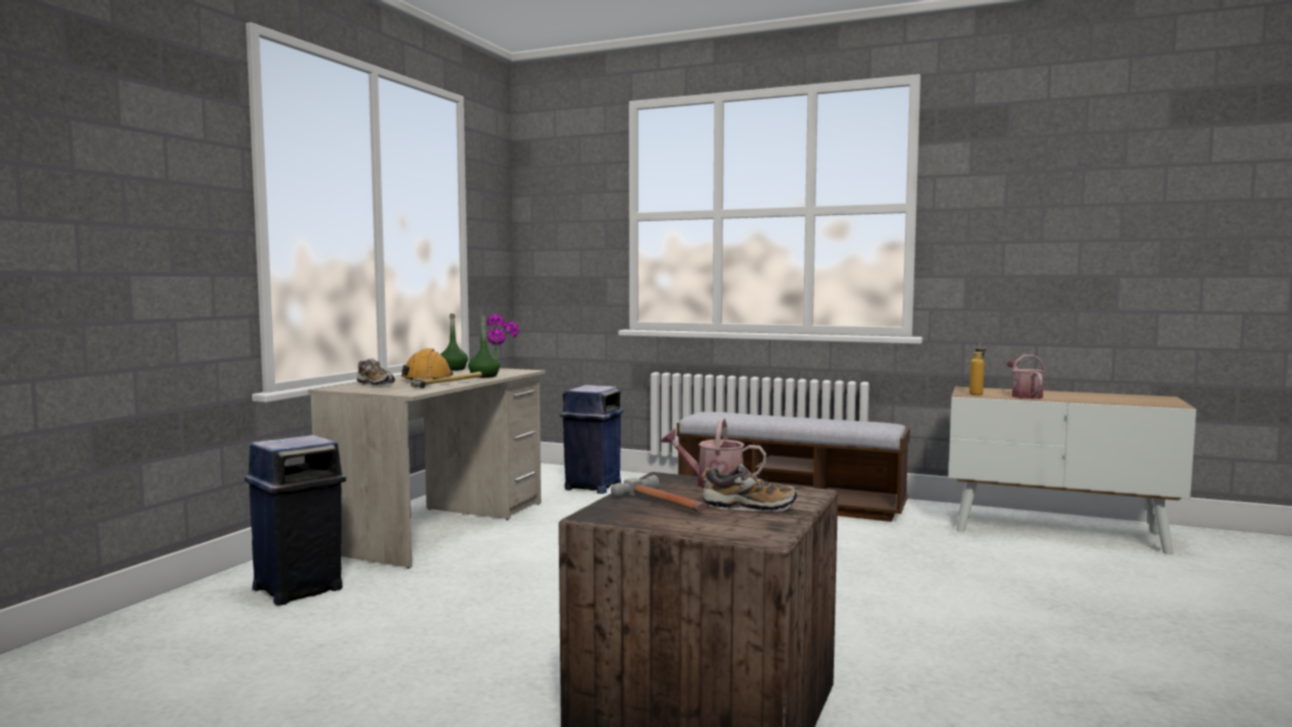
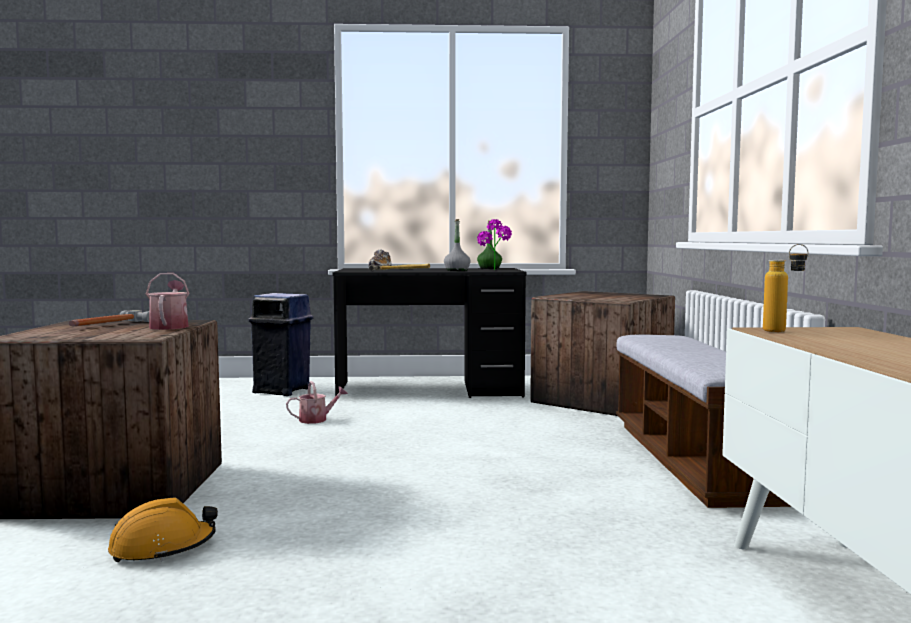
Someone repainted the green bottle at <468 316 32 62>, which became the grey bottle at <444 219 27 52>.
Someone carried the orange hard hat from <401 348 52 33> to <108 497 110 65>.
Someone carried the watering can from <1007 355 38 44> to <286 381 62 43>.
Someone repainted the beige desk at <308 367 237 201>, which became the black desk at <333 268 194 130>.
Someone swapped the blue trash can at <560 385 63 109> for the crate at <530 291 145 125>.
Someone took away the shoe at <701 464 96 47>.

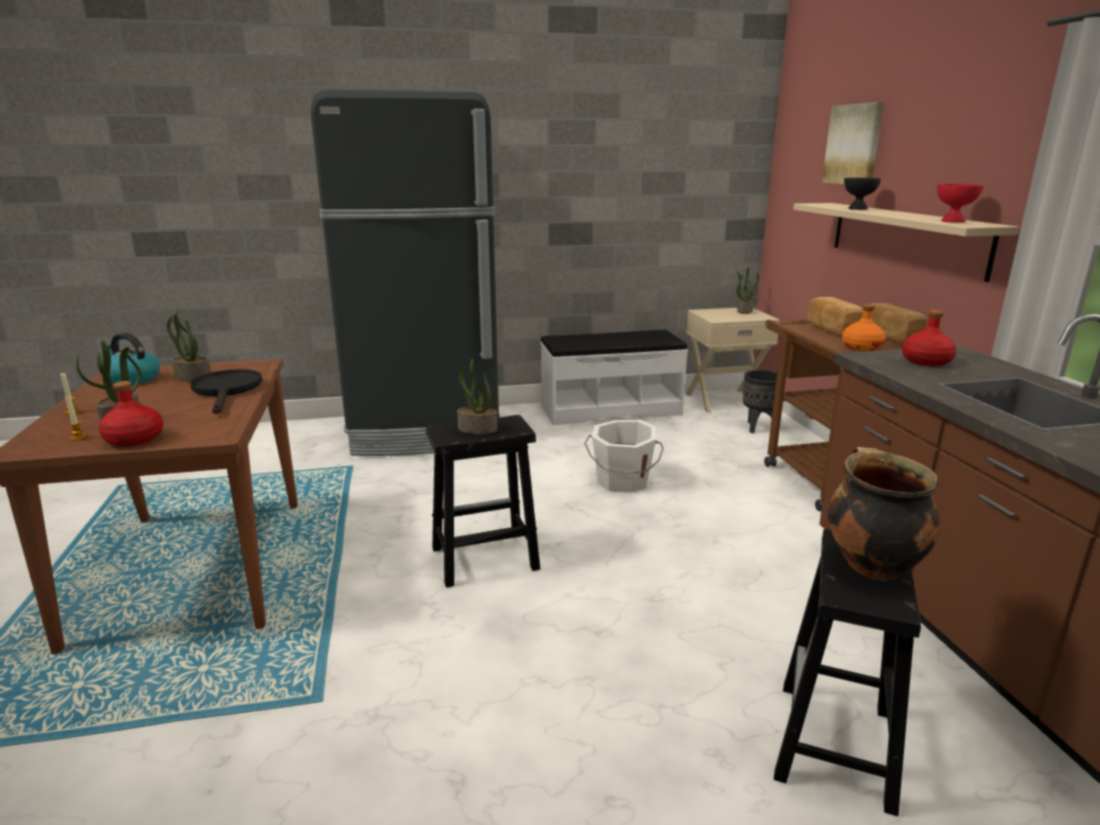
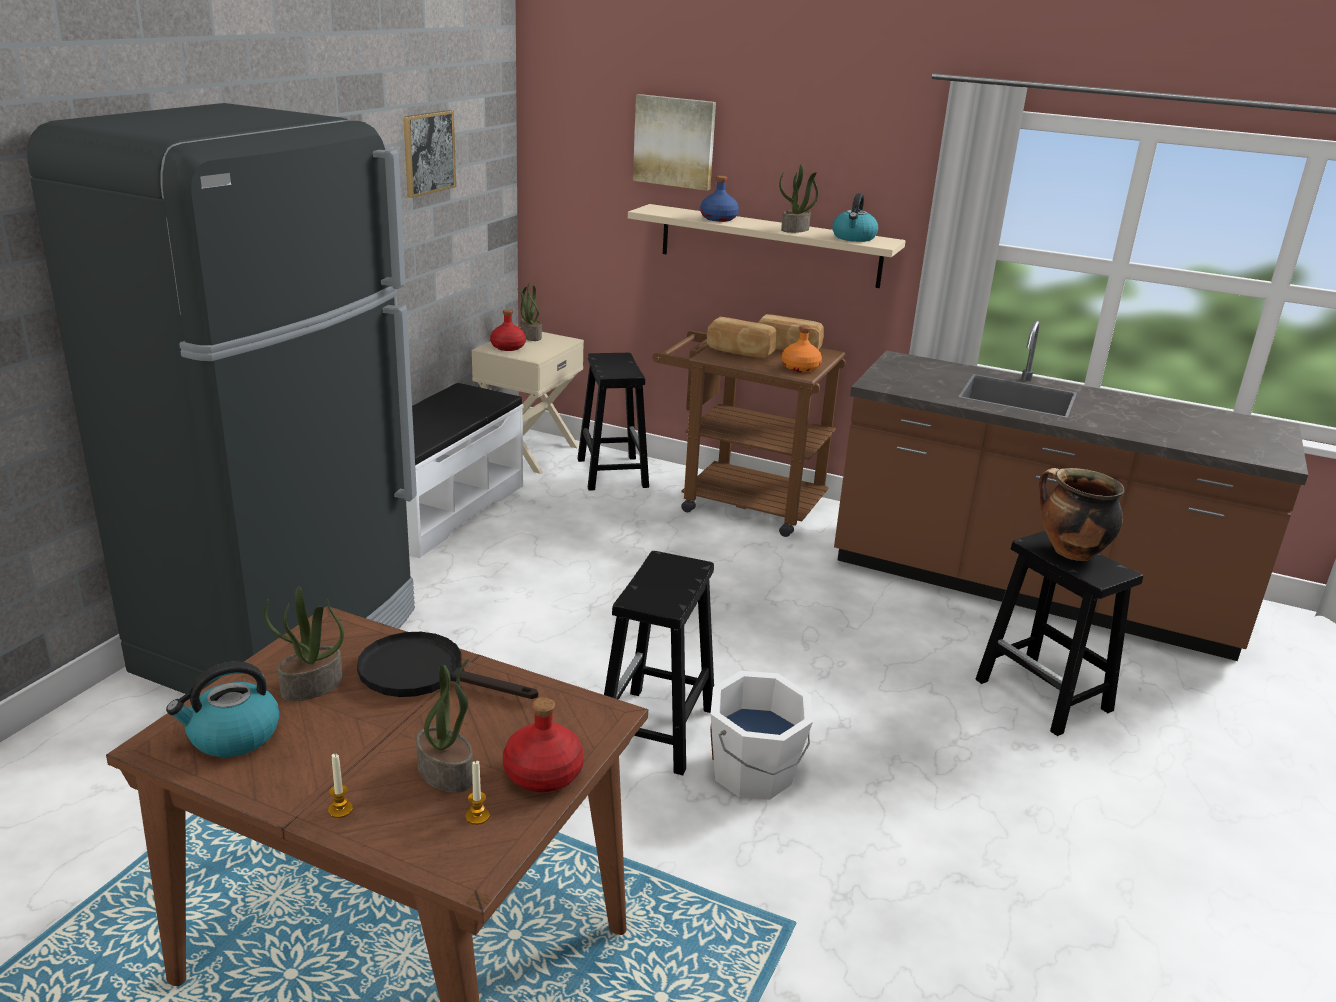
Someone swapped the black bowl at <844 178 37 32> for the blue bottle at <700 176 39 46>.
Someone swapped the red bowl at <937 184 47 39> for the kettle at <832 193 46 49>.
Someone carried the red bottle from <902 310 54 56> to <490 309 36 42>.
Someone carried the potted plant from <457 359 40 75> to <779 164 39 69>.
Someone swapped the black planter at <743 370 34 63> for the black stool at <577 353 72 138>.
Someone carried the white bucket from <584 419 79 74> to <710 671 103 129>.
Someone put up the picture at <403 110 53 88>.

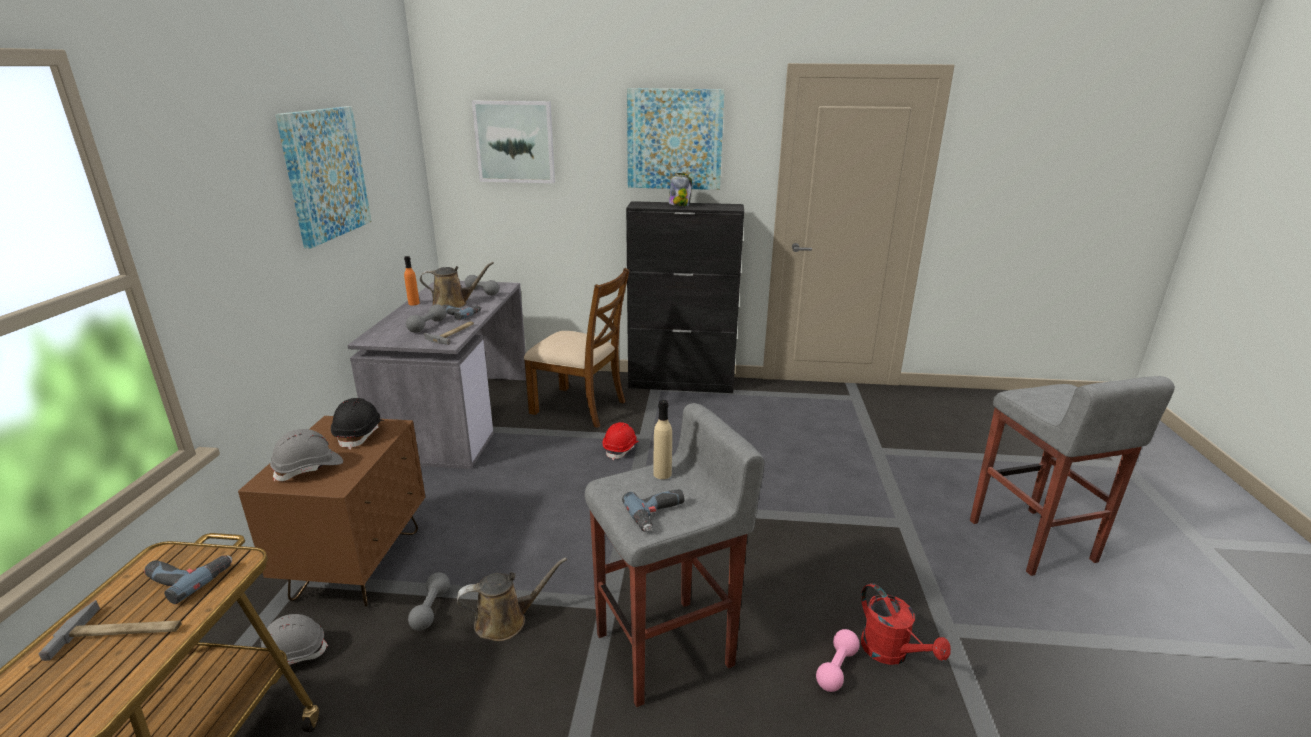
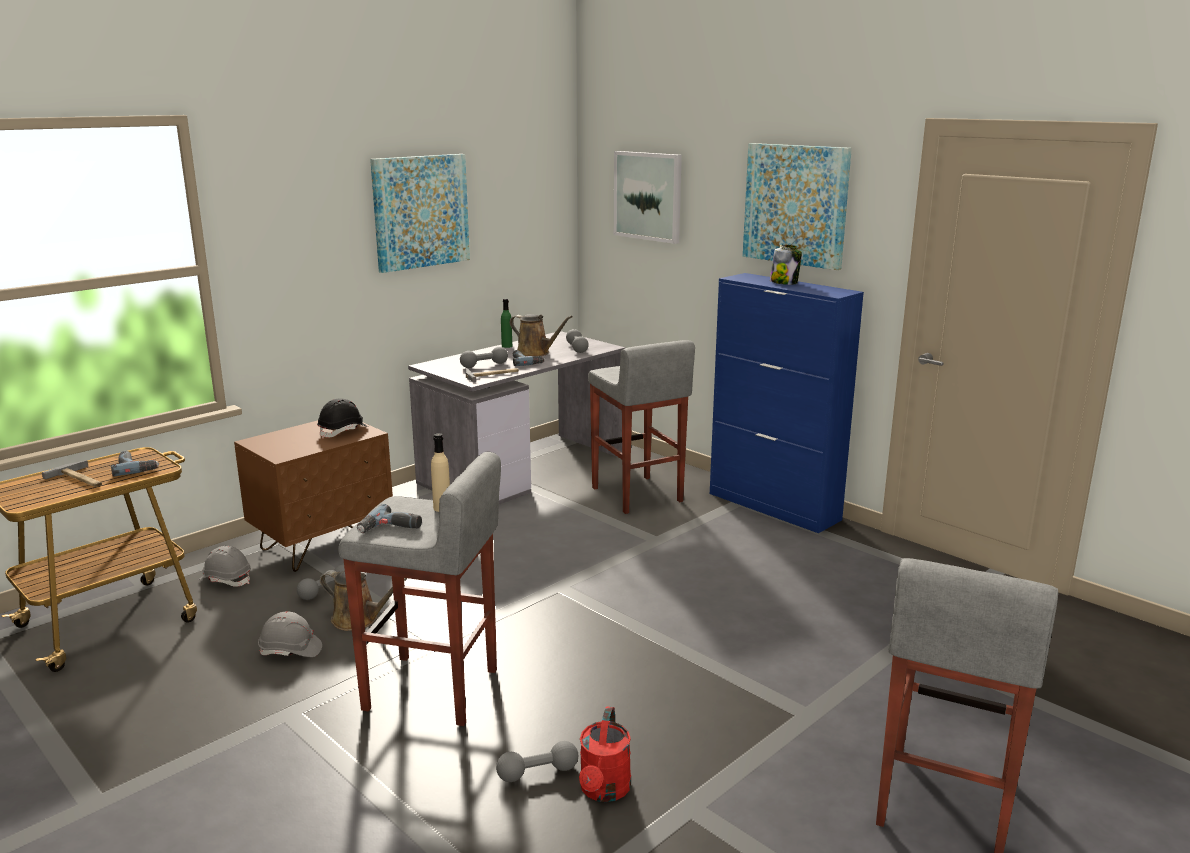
Someone repainted the black cabinet at <626 201 118 192>, which became the blue cabinet at <710 273 154 260>.
Someone repainted the orange bottle at <404 256 16 49>, which became the green bottle at <501 298 11 50>.
Someone swapped the brown chair at <524 268 106 160> for the grey stool at <588 340 107 174>.
Someone took away the red hard hat at <603 422 36 38>.
Someone carried the grey hard hat from <270 429 73 53> to <258 611 64 46>.
Someone repainted the pink dumbbell at <816 629 44 63>, which became the grey dumbbell at <496 741 82 41>.

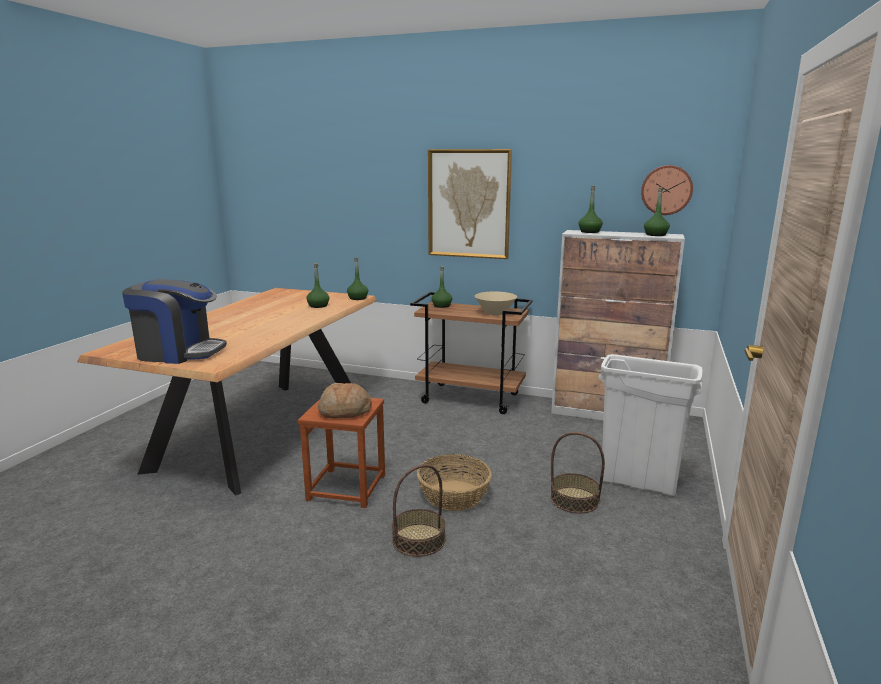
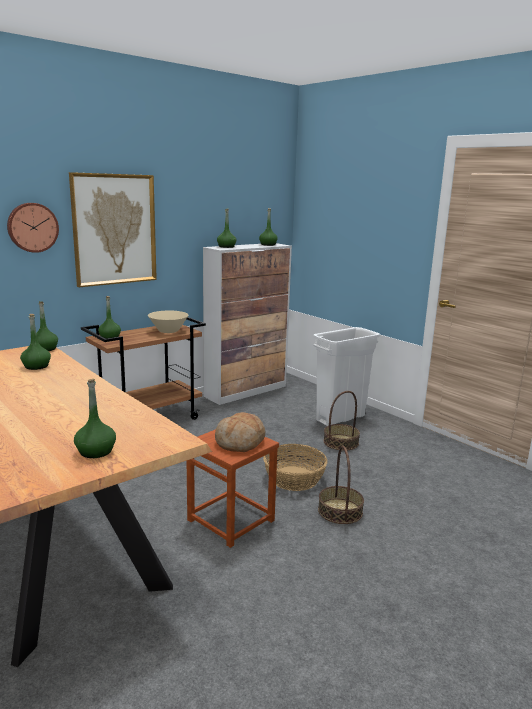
Someone carried the wall clock from <641 165 52 50> to <7 203 52 50>.
Someone swapped the coffee machine at <122 279 105 85> for the green bottle at <74 379 42 79>.

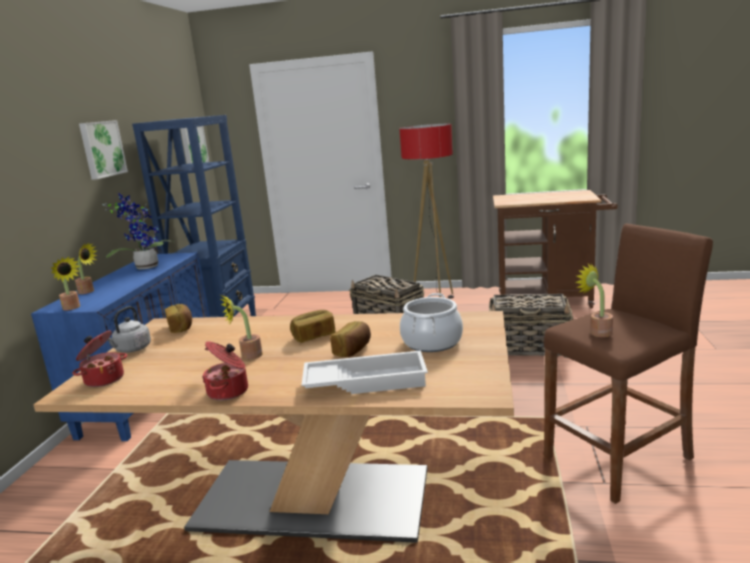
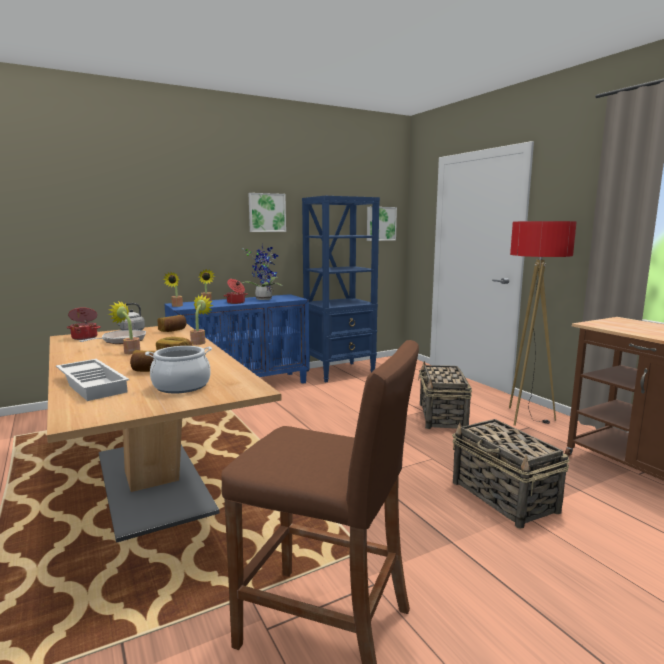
Someone carried the potted plant from <575 264 38 73> to <190 294 24 51>.
Someone carried the cooking pot from <202 341 46 60> to <224 279 24 25>.
Someone put down the frying pan at <79 330 67 14>.

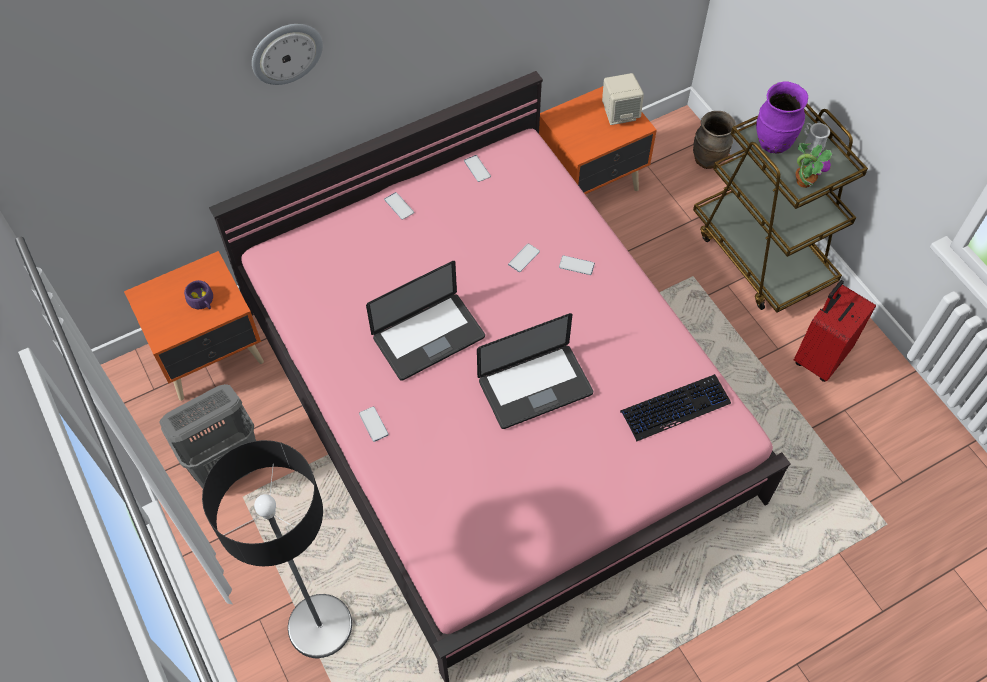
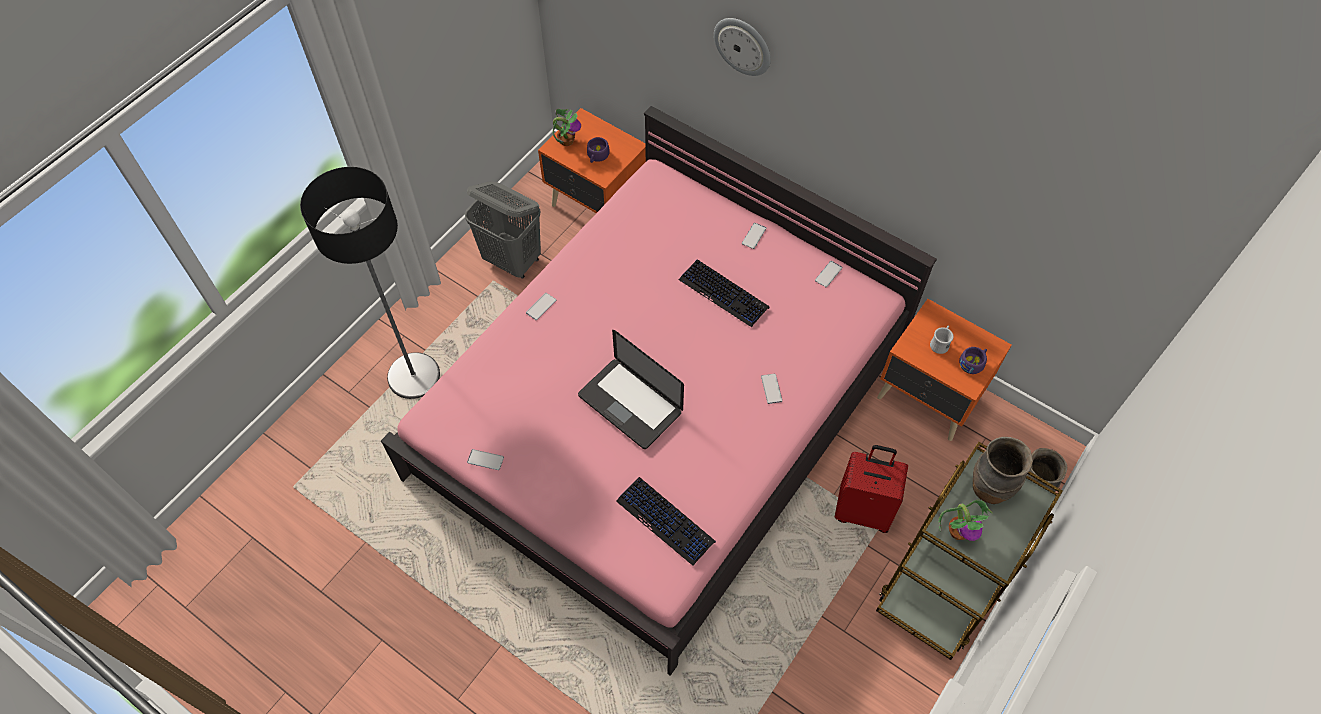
Someone swapped the beige speaker at <602 73 42 52> for the purple cup at <959 347 28 27>.
Someone repainted the purple vase at <756 81 52 72>, which became the brown vase at <973 437 60 67>.
Someone carried the white mug from <804 123 26 28> to <930 325 24 29>.
Someone carried the phone from <508 243 32 29> to <467 449 37 21>.
Someone took away the laptop at <366 261 119 120>.
Someone carried the red suitcase from <794 280 82 102> to <834 445 74 88>.
Someone put down the potted plant at <553 109 28 37>.
Someone put down the keyboard at <679 259 91 68>.

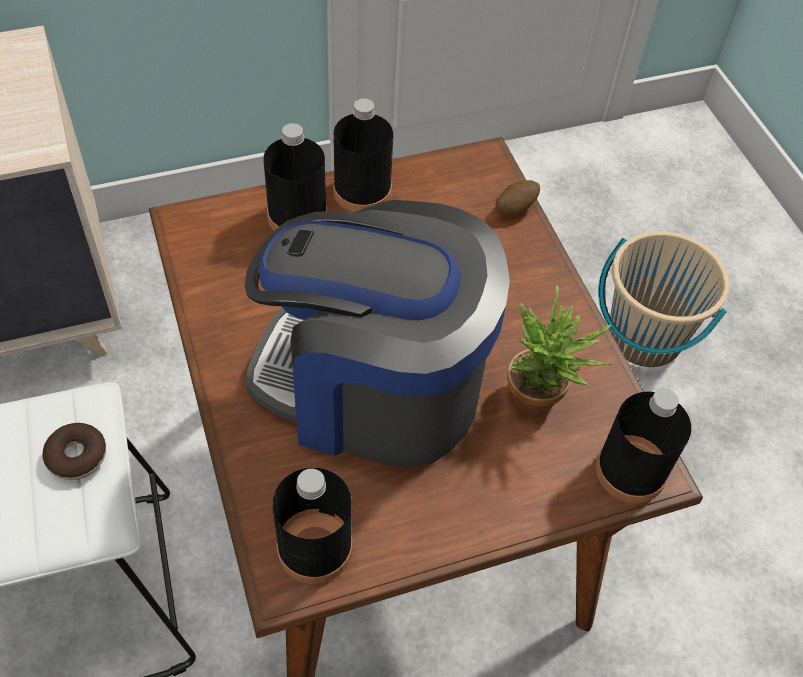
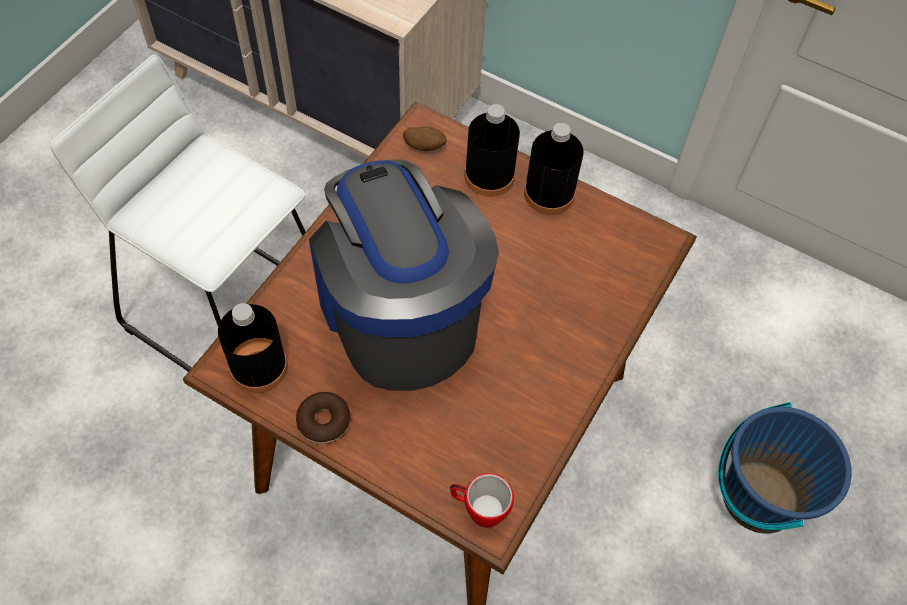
Someone carried the potato from <496 180 44 35> to <403 126 43 25>.
Someone repainted the beige bucket at <598 231 131 136>, which became the blue bucket at <718 402 134 132>.
Someone took away the potted plant at <507 285 107 129>.
Someone swapped the black bottle at <596 388 95 115> for the mug at <450 473 64 55>.
Someone carried the donut from <42 423 64 57> to <296 392 54 52>.

